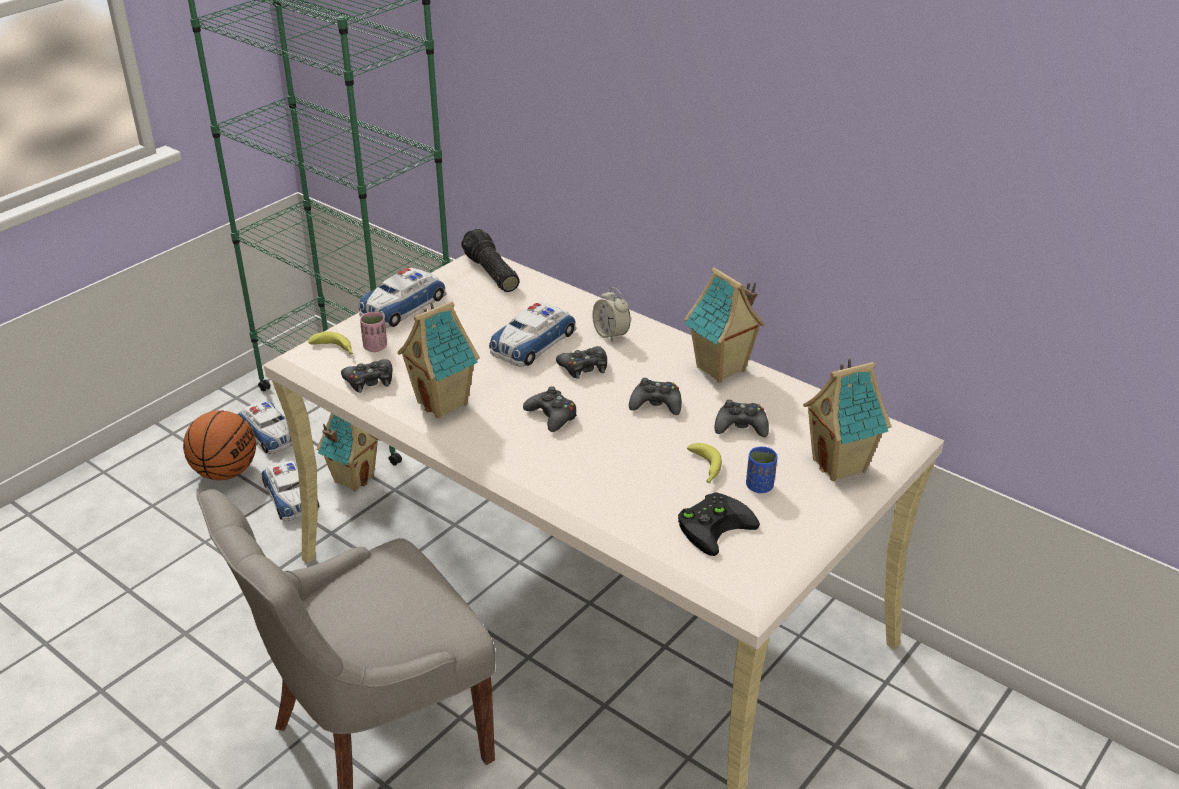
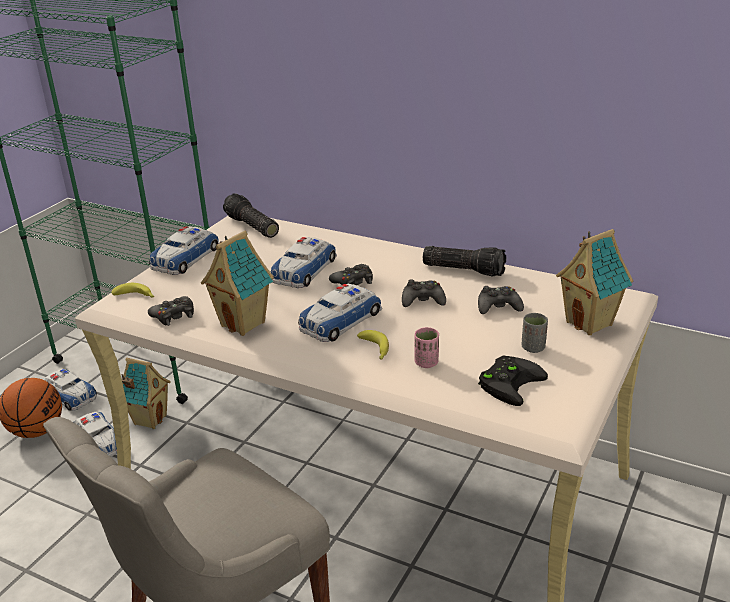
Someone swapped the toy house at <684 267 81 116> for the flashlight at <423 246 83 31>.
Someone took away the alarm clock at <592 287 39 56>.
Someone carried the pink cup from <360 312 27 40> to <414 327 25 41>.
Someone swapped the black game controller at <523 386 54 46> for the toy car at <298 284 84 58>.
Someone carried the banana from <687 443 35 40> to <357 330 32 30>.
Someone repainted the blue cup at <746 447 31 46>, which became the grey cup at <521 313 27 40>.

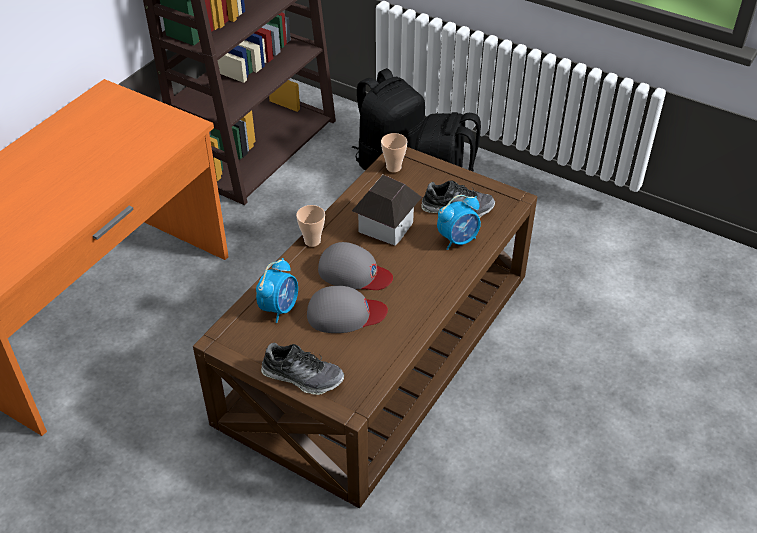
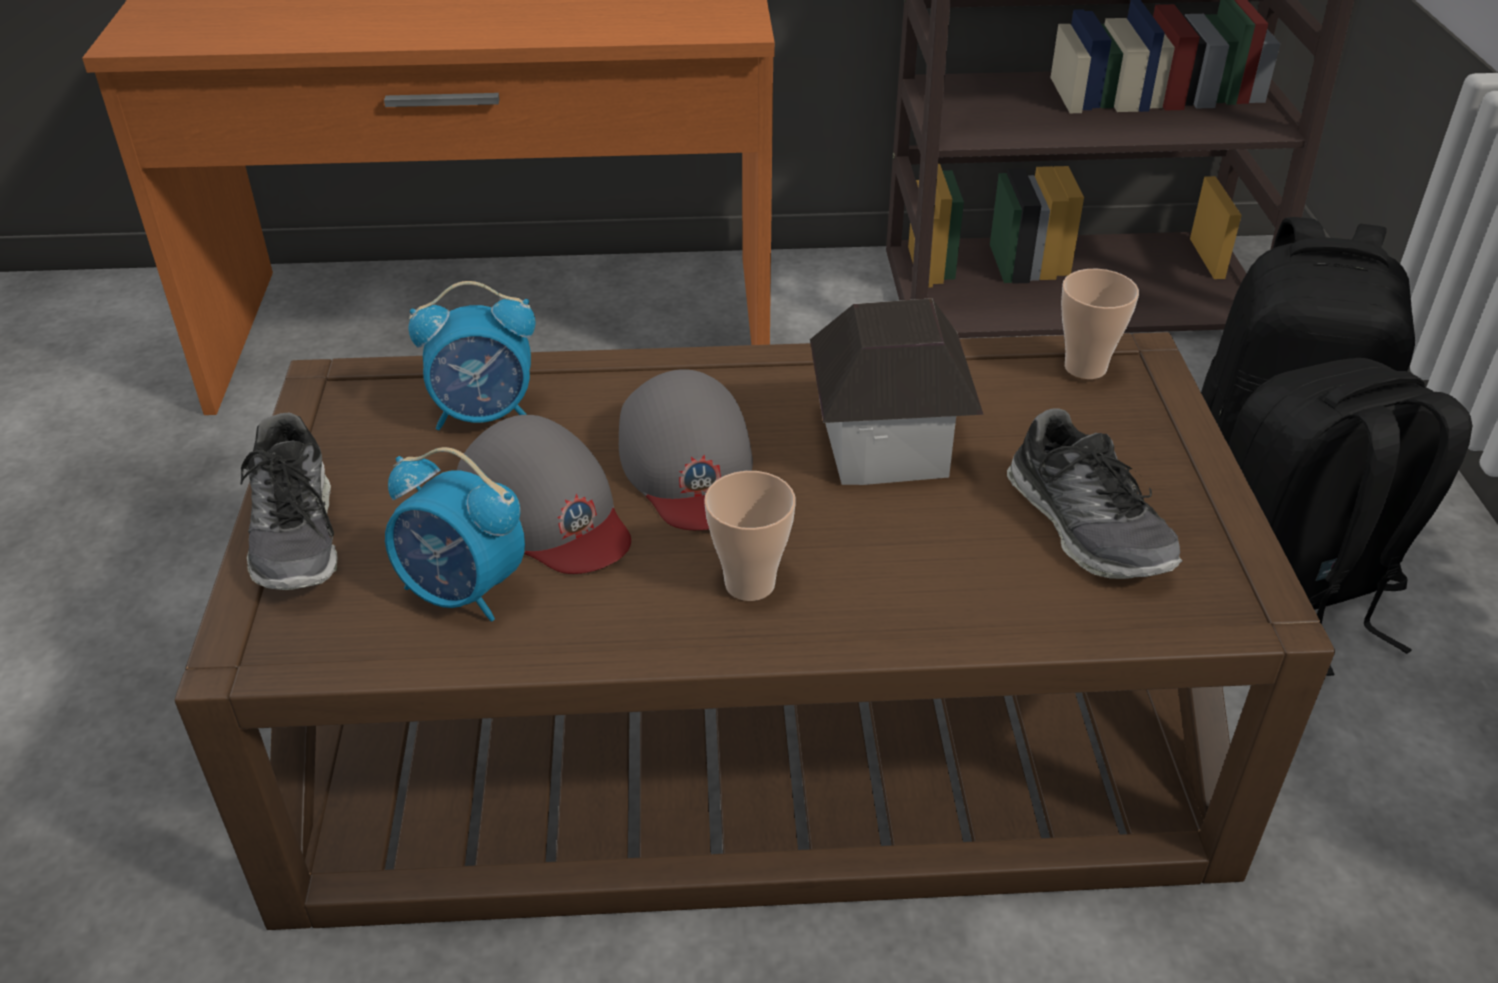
Someone carried the alarm clock from <437 195 44 55> to <385 447 140 174>.
Someone carried the cup from <296 205 29 42> to <704 471 92 130>.

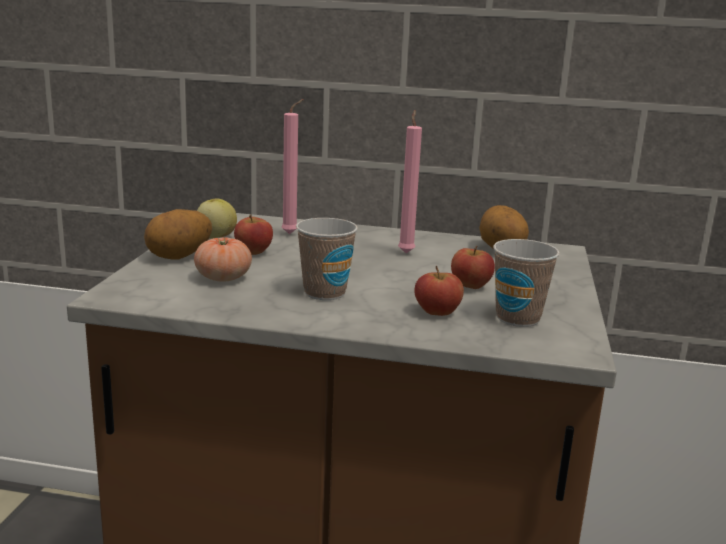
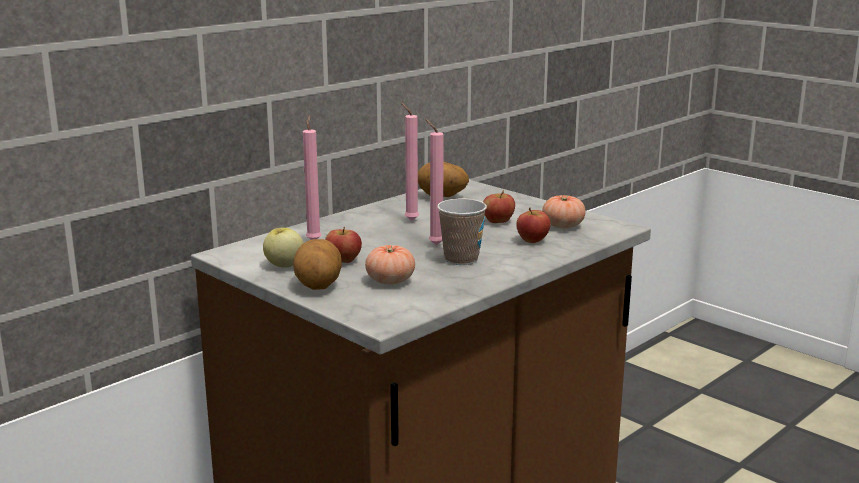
Someone swapped the cup at <493 239 67 88> for the tomato at <542 195 44 34>.
Someone put down the pink candle at <425 119 19 126>.

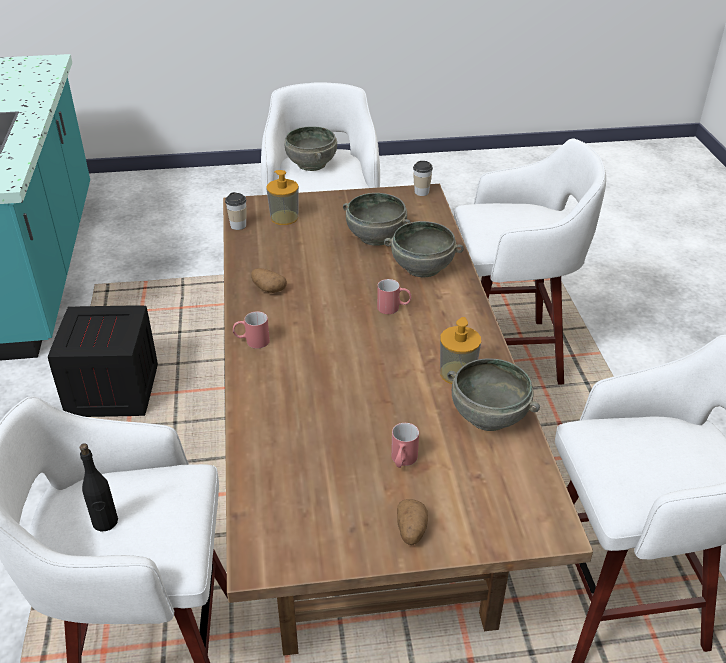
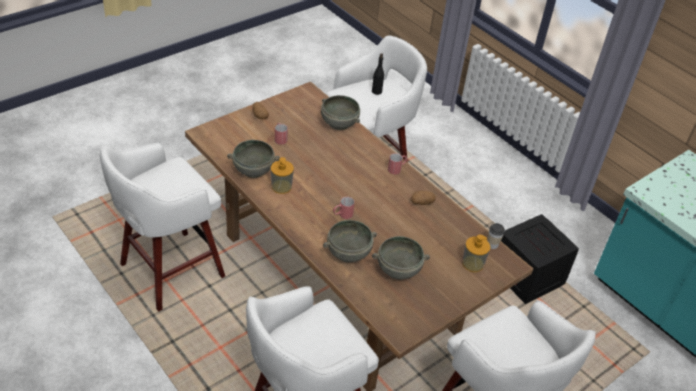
Someone carried the grey bowl from <284 126 53 45> to <321 95 39 35>.
Someone took away the cup at <413 161 20 35>.

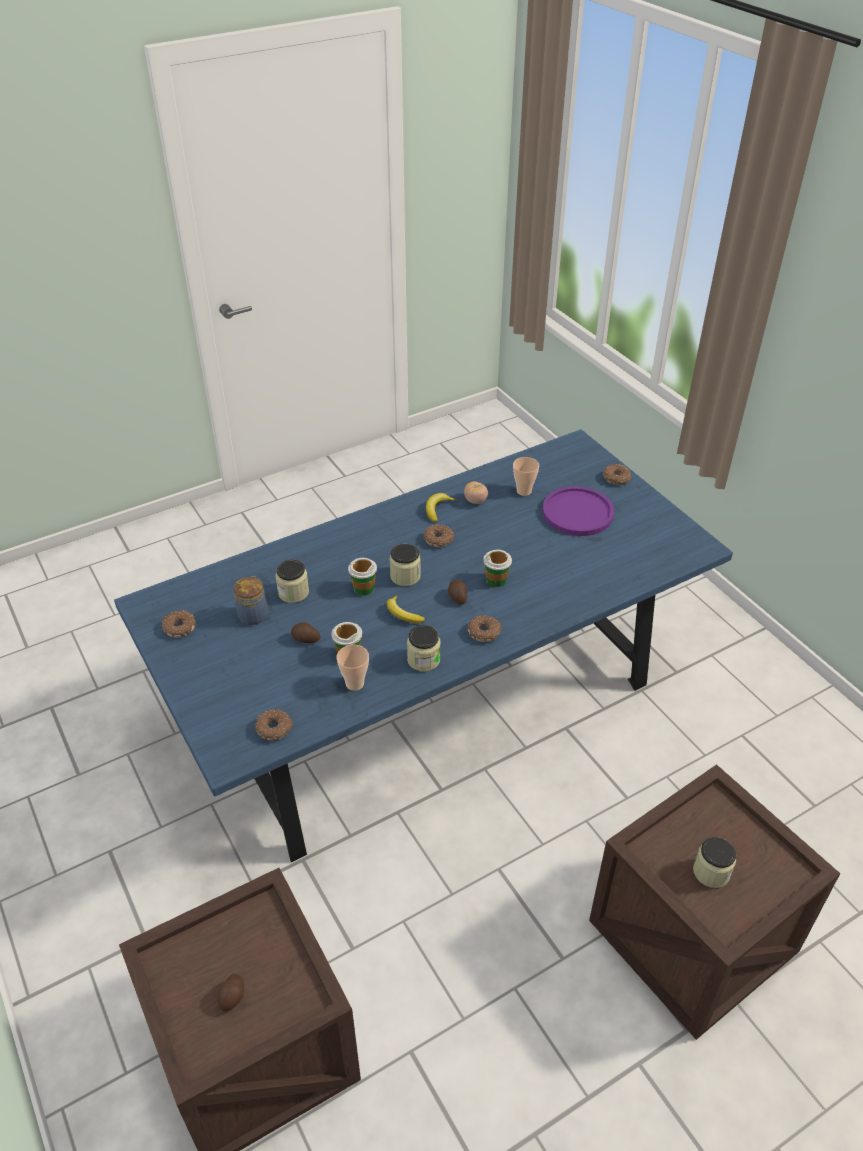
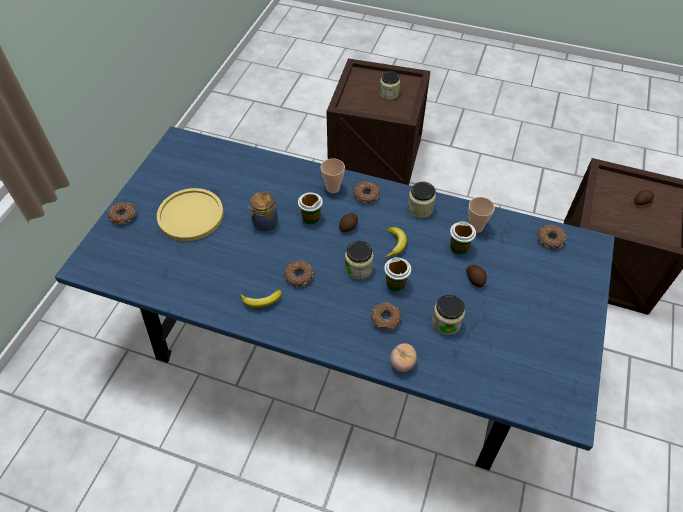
Someone carried the cup from <513 457 26 39> to <321 158 24 35>.
Someone carried the tomato from <464 481 24 23> to <390 343 27 29>.
Someone repainted the purple plate at <542 486 72 50>, which became the yellow plate at <157 188 67 53>.
Someone carried the jar from <234 576 34 49> to <248 192 30 39>.
Someone carried the donut from <162 610 34 28> to <371 302 31 28>.

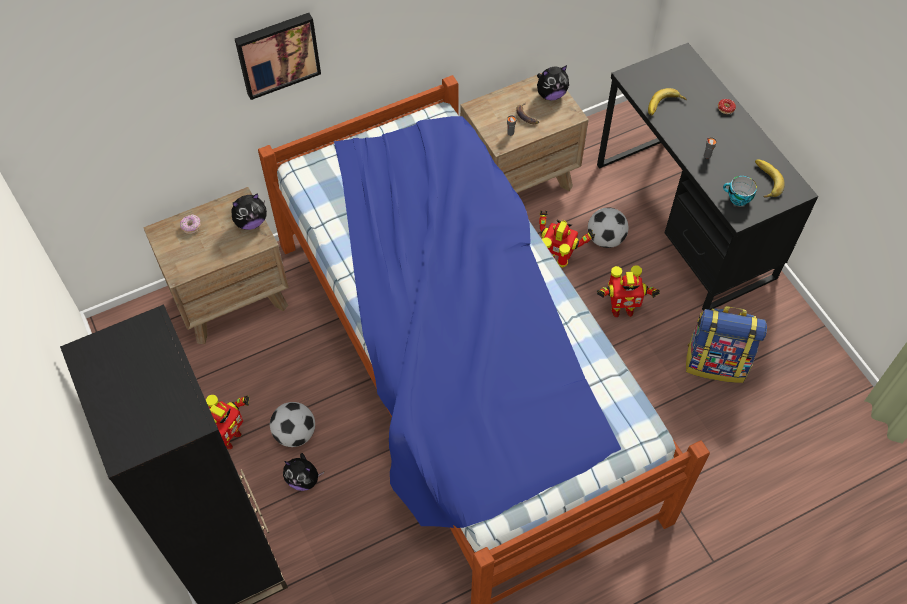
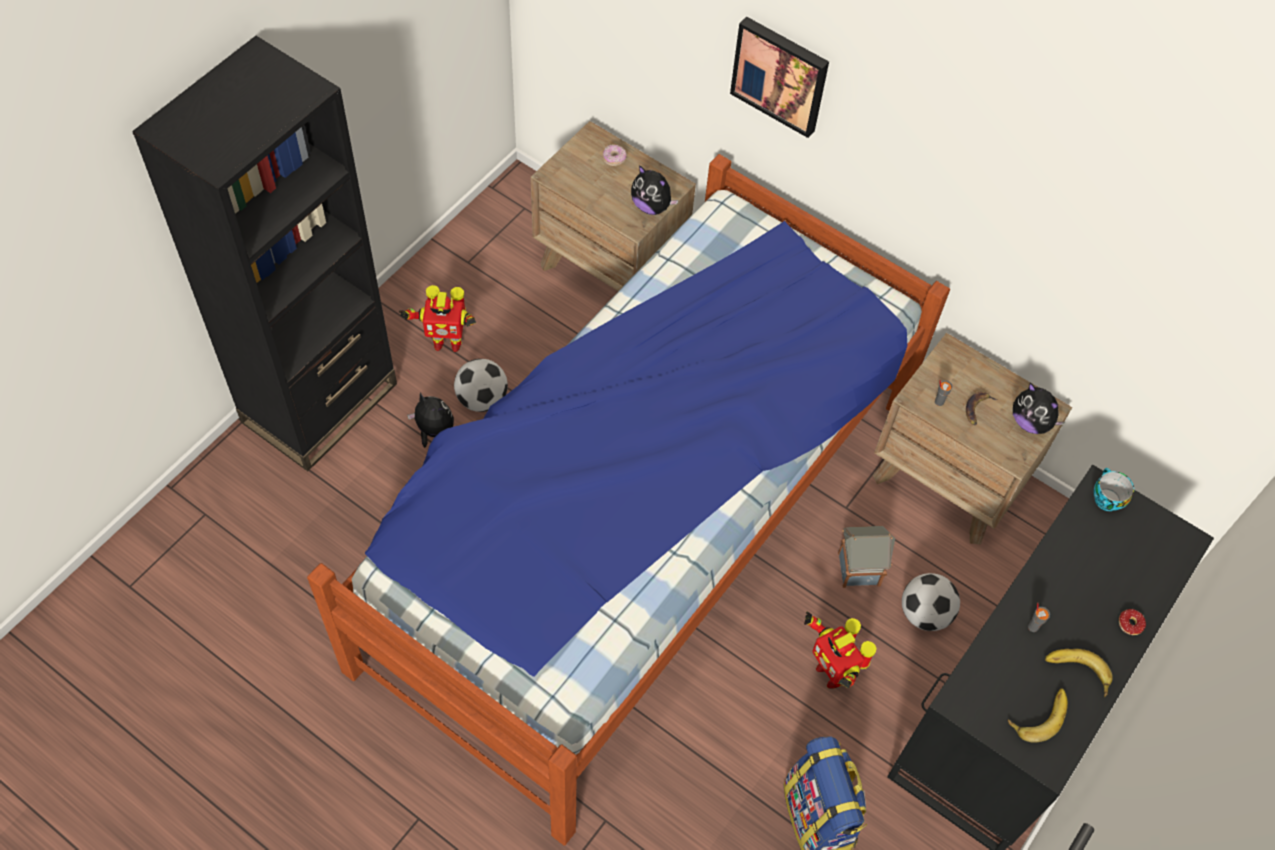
Someone carried the banana from <648 88 39 28> to <1045 649 68 48>.
Someone carried the cup from <723 176 34 30> to <1093 468 41 43>.
Someone swapped the toy robot at <539 211 56 56> for the toy house at <838 526 57 62>.
Someone rotated the plush toy at <283 453 41 38> by 135 degrees clockwise.

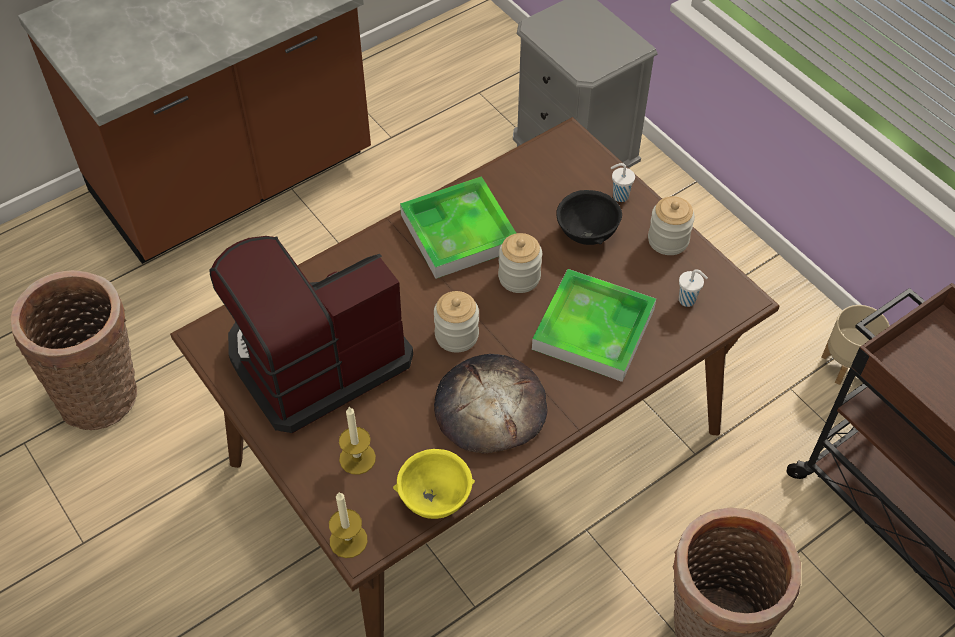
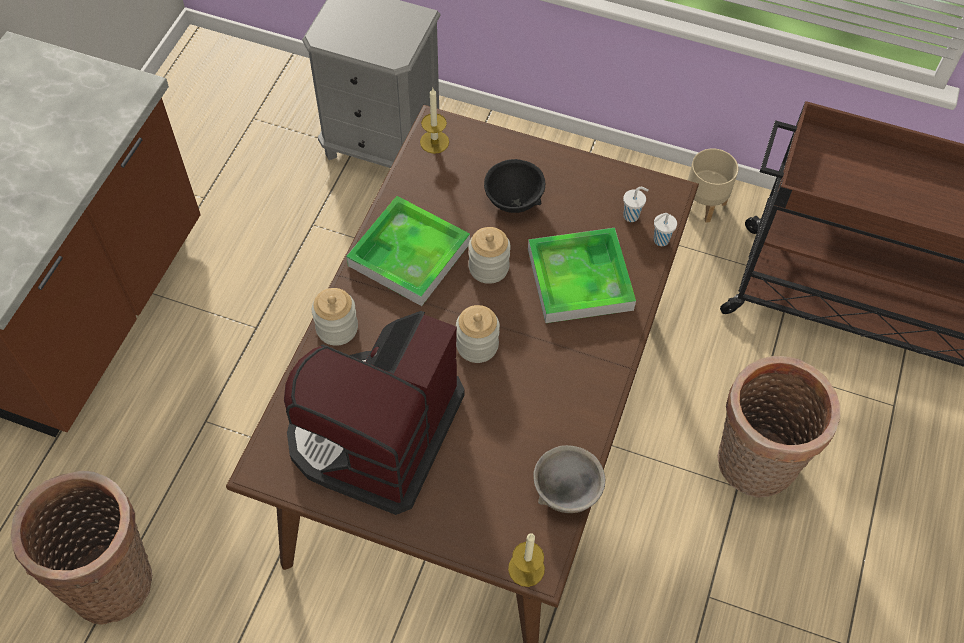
Someone carried the white cup from <611 163 24 39> to <653 213 24 33>.
Someone carried the jar from <648 196 47 59> to <312 288 46 58>.
Someone took away the bread at <434 354 113 99>.
Someone carried the candle from <339 407 37 68> to <420 88 29 66>.
Someone repainted the yellow bowl at <393 449 82 70>, which became the grey bowl at <533 445 72 68>.

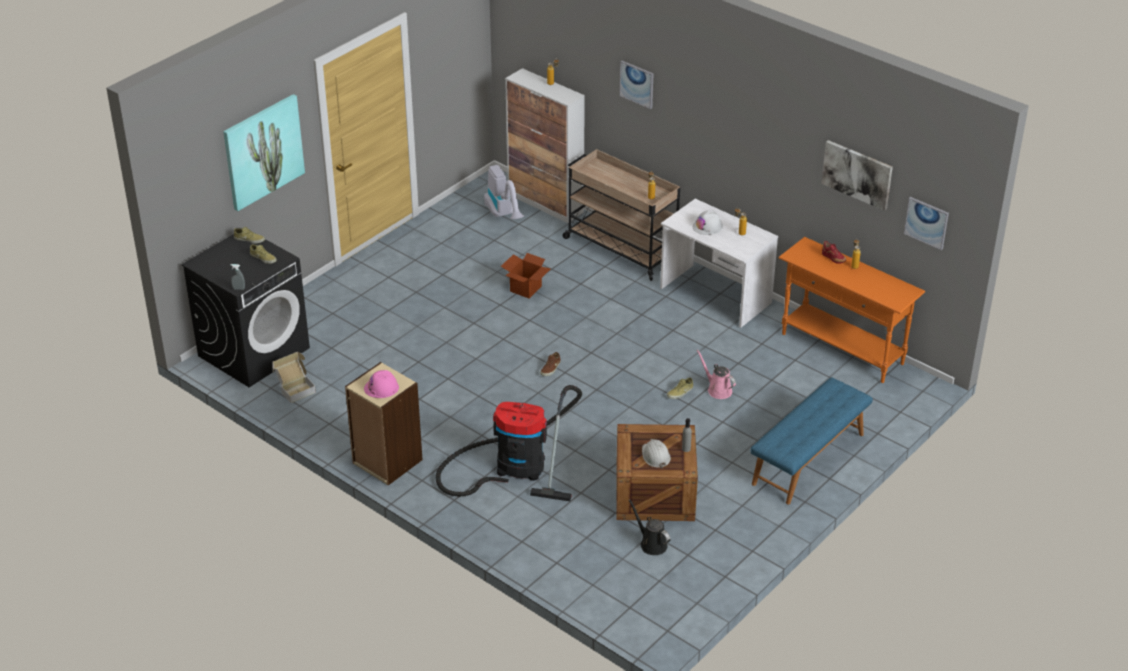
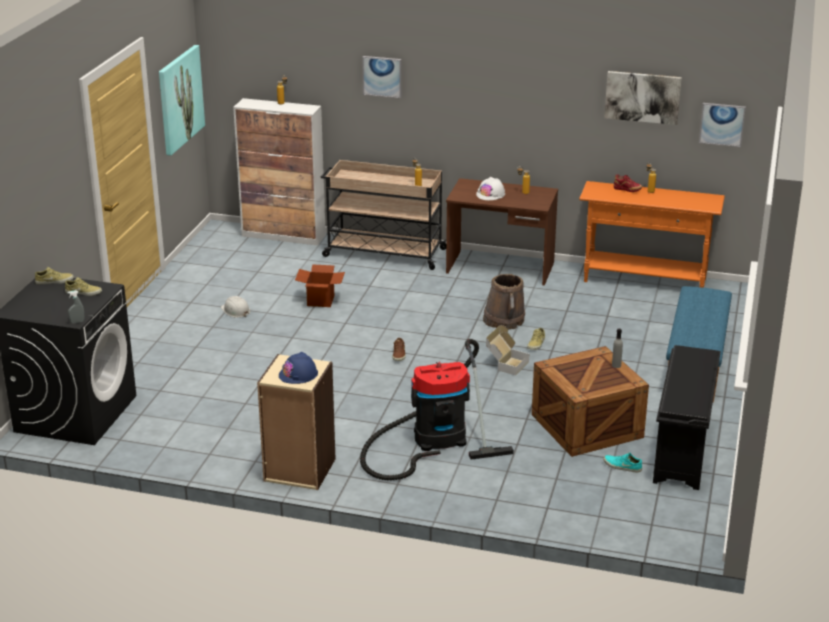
Someone carried the picture from <223 94 82 117> to <159 45 46 111>.
Someone took away the vacuum cleaner at <484 165 40 54>.
Someone repainted the white desk at <660 199 118 129>, which became the brown desk at <446 178 112 108>.
Someone took away the pink watering can at <697 350 39 49>.
Someone carried the cardboard box from <273 352 43 51> to <486 325 43 51>.
Someone repainted the pink hard hat at <364 370 35 28>, which became the blue hard hat at <279 352 39 32>.
Someone carried the white hard hat from <642 439 29 30> to <221 296 29 21>.
Someone swapped the black watering can at <629 499 41 56> for the turquoise shoe at <603 453 39 19>.
Someone put down the brown bucket at <483 274 42 56>.
Someone put down the black shoe rack at <653 345 67 145>.

